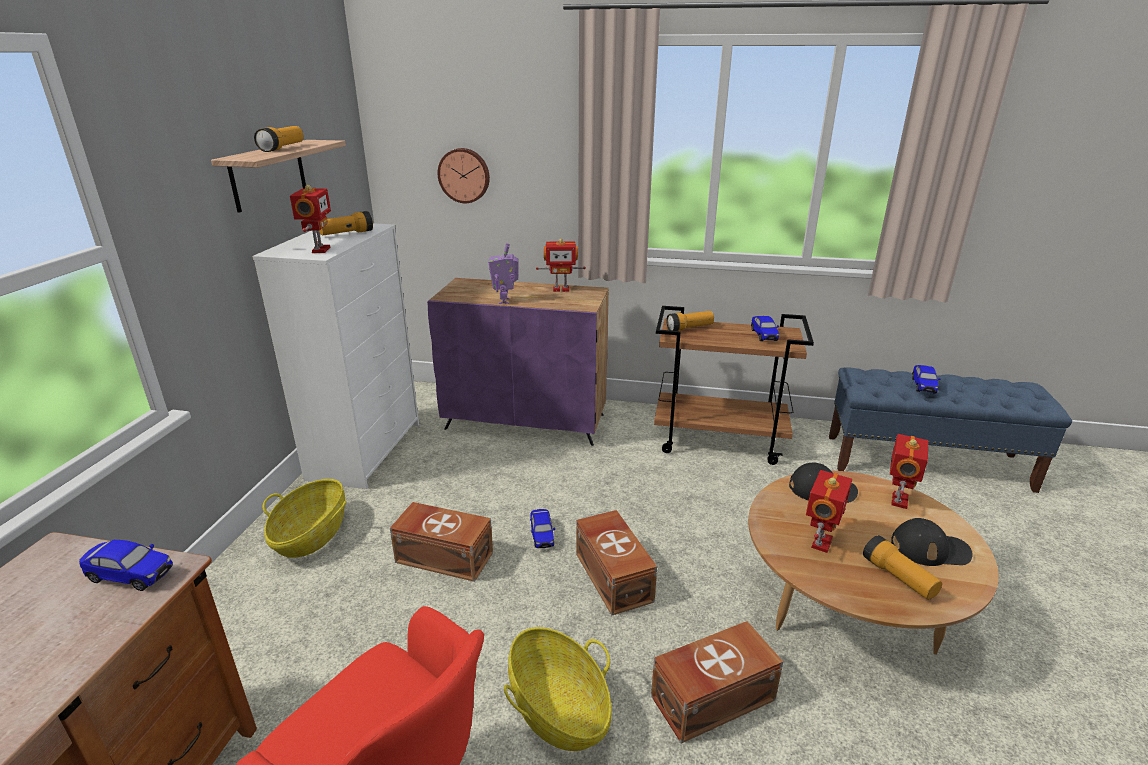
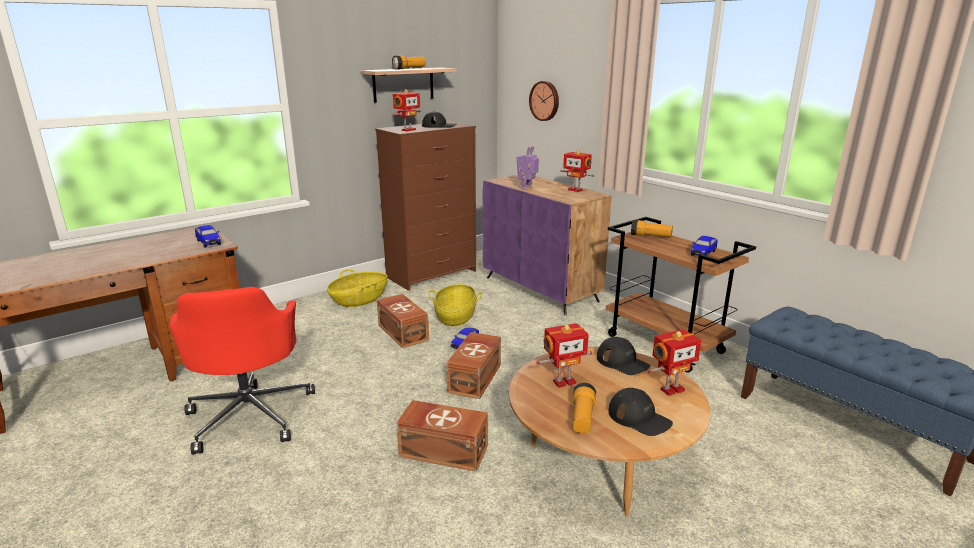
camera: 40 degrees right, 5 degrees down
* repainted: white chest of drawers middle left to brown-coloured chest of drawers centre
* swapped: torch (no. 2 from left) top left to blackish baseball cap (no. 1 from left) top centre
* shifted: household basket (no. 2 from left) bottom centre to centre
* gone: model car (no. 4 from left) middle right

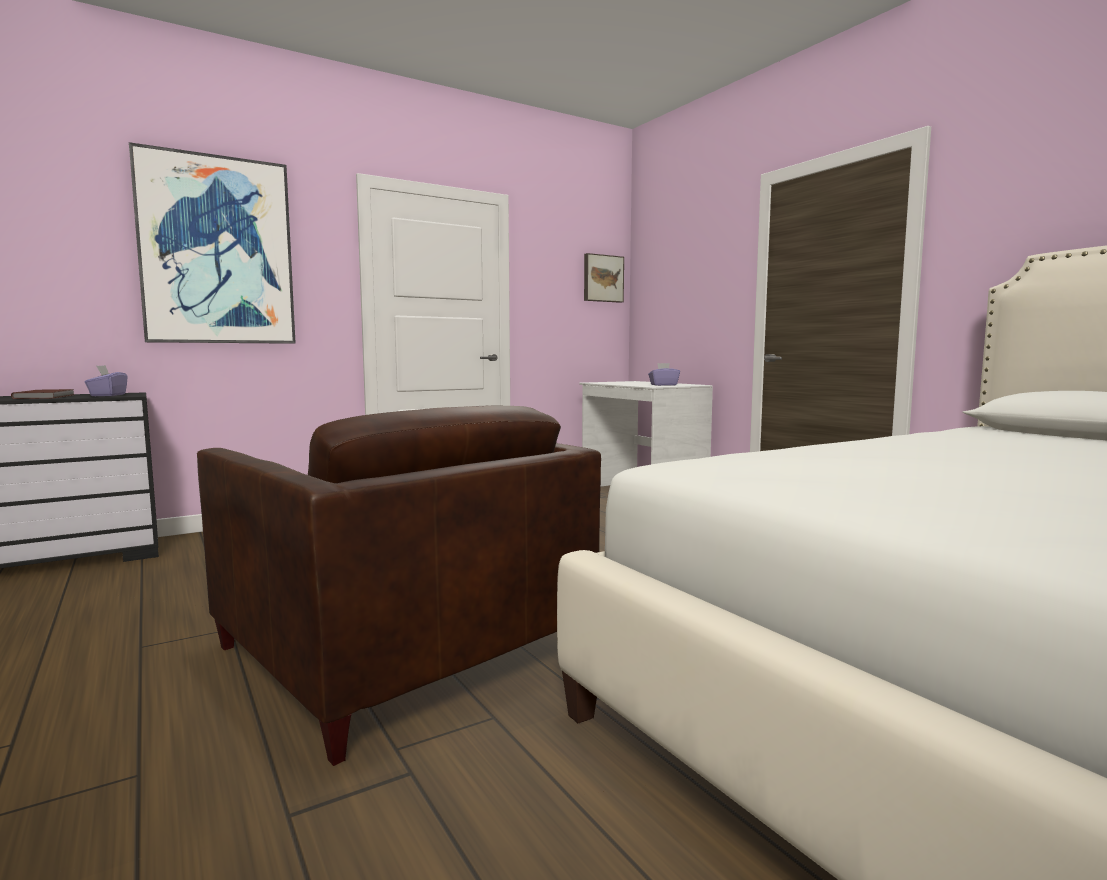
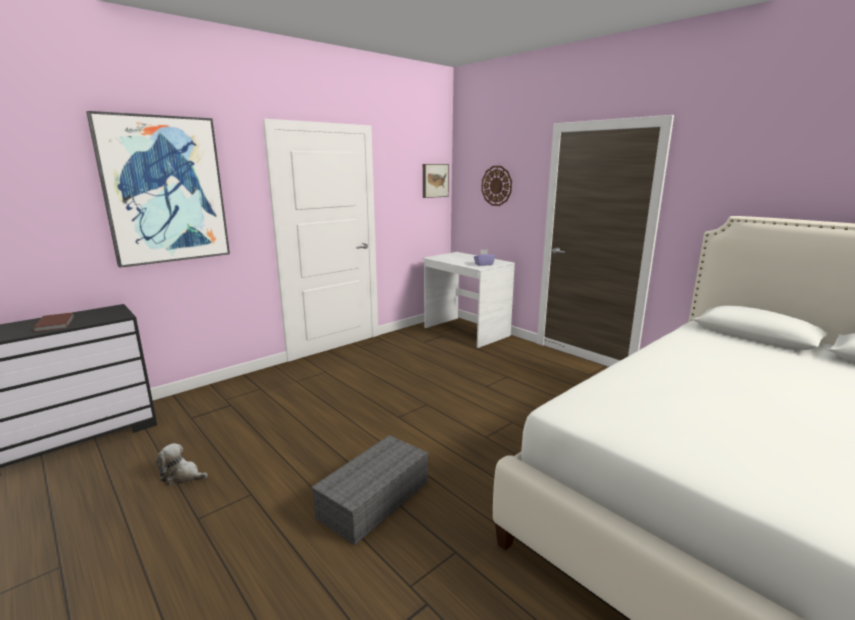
camera: 10 degrees left, 10 degrees up
* new: cuddly toy bottom left
* swapped: brown-coloured armchair centre to grey storage container bottom centre
* new: wall clock top centre
* gone: purple-coloured box of tissues (no. 1 from left) middle left

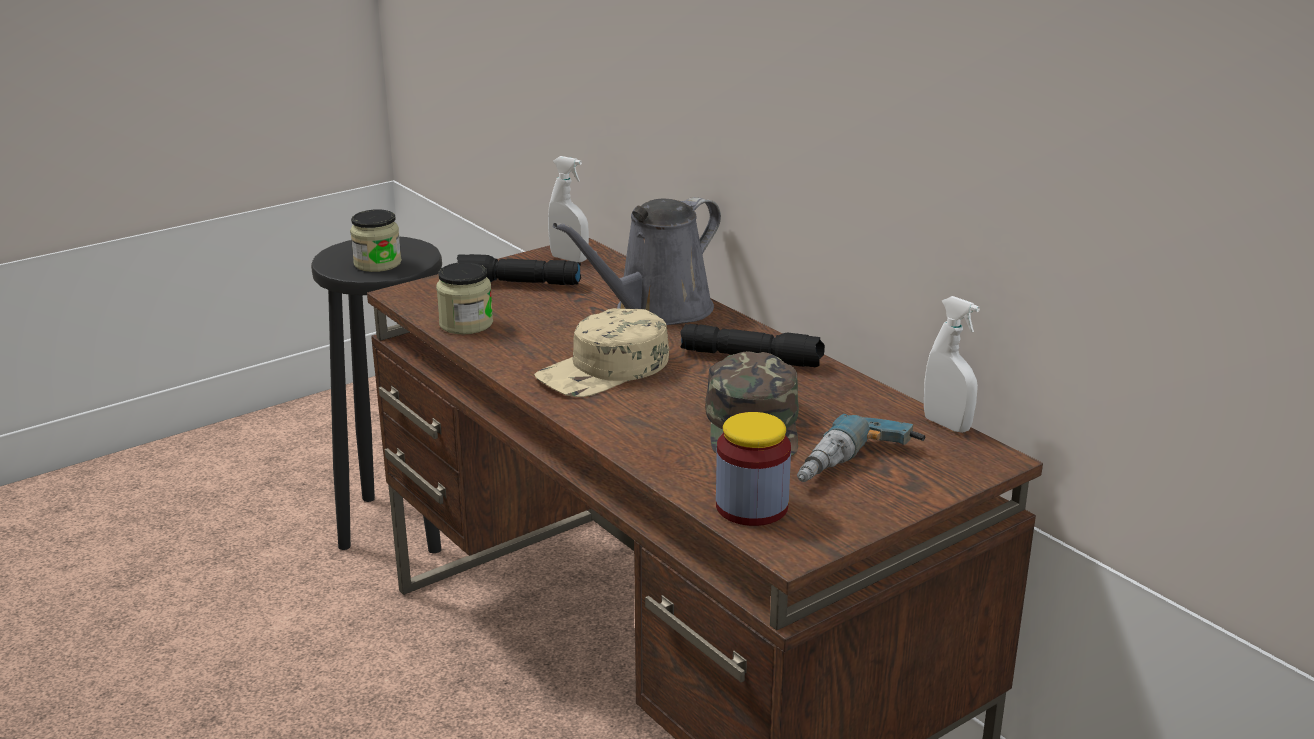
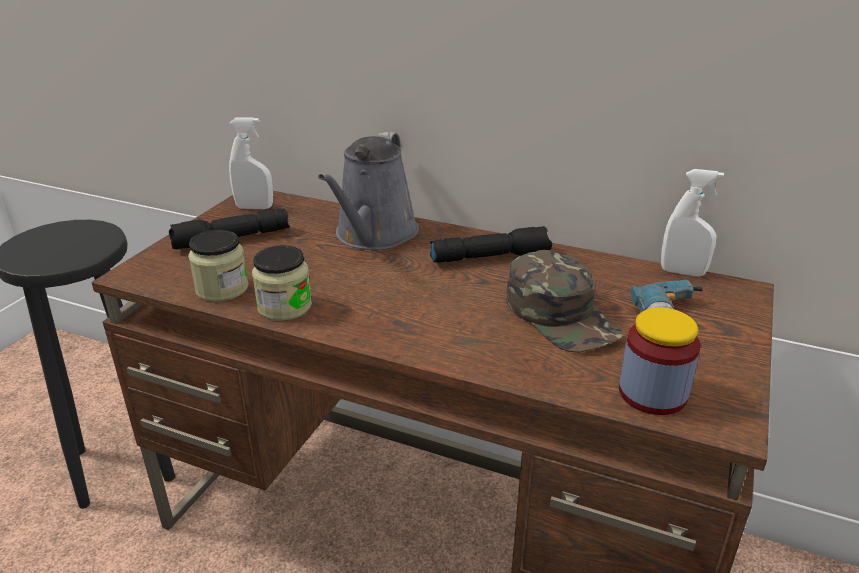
camera: 30 degrees left, 5 degrees up
* shifted: preserve jar (no. 1 from left in the first image) top left to preserve jar (no. 2 from left) middle left
* gone: sand-coloured baseball cap centre

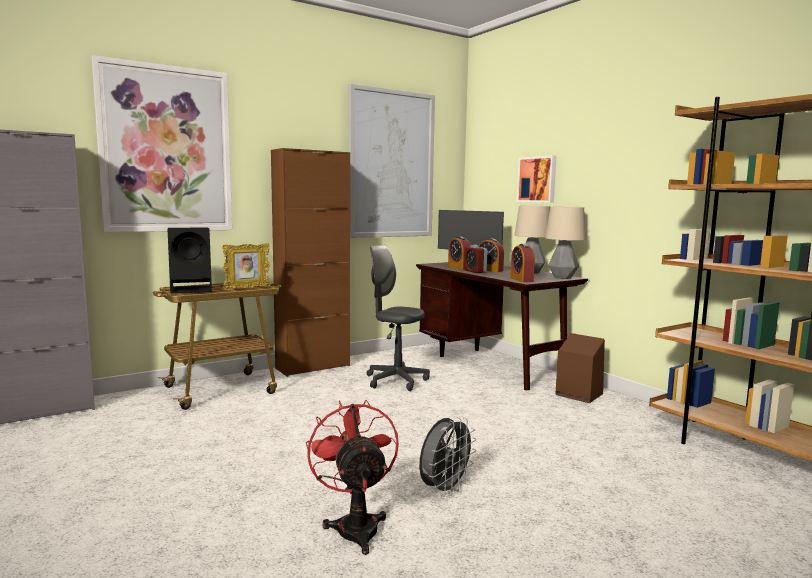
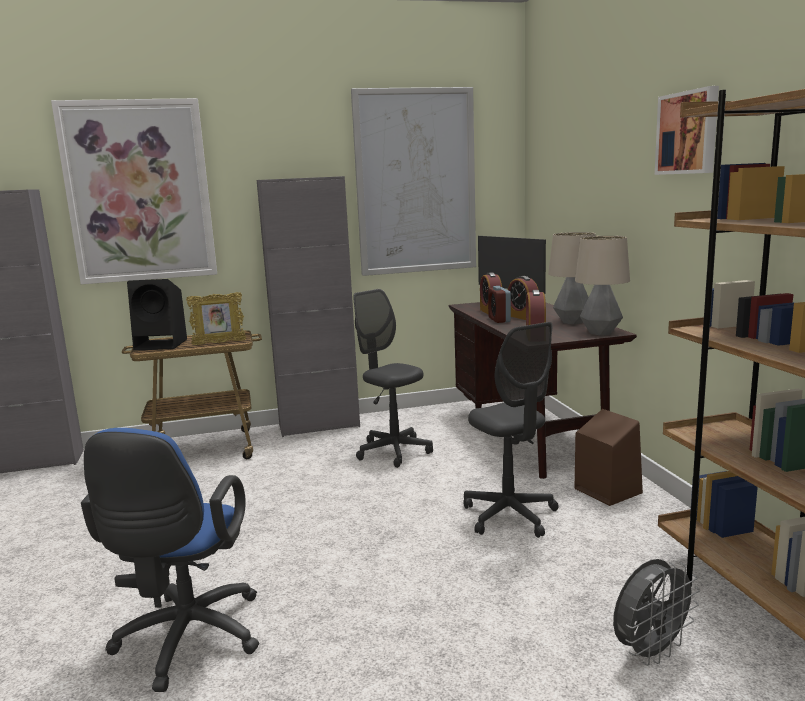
camera: 20 degrees right, 5 degrees up
* swapped: red fan bottom centre to blue office chair bottom left
* repainted: brown-coloured storage cabinet centre to grey storage cabinet (no. 2 from left) centre
* new: grey office chair (no. 2 from left) centre
* shifted: grey fan bottom centre to bottom right
* shifted: wall picture (no. 3 from left) top centre to top right

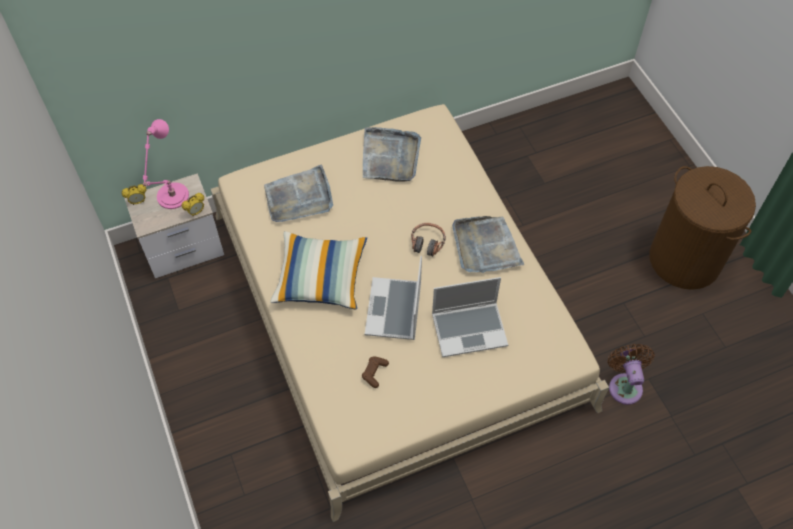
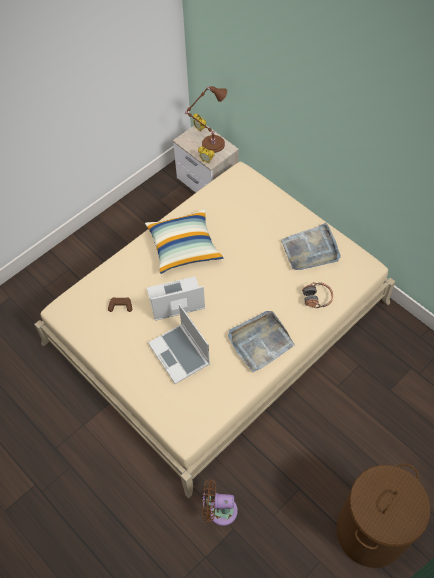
camera: 70 degrees right, 0 degrees up
* repainted: pink-coloured lamp for a table top left to brown-coloured lamp for a table top centre
* rotated: brown-coloured fan bottom right = bottom centre 150 degrees counterclockwise
* shifted: pair of headphones centre to middle right
* gone: grey tray (no. 1 from left) centre

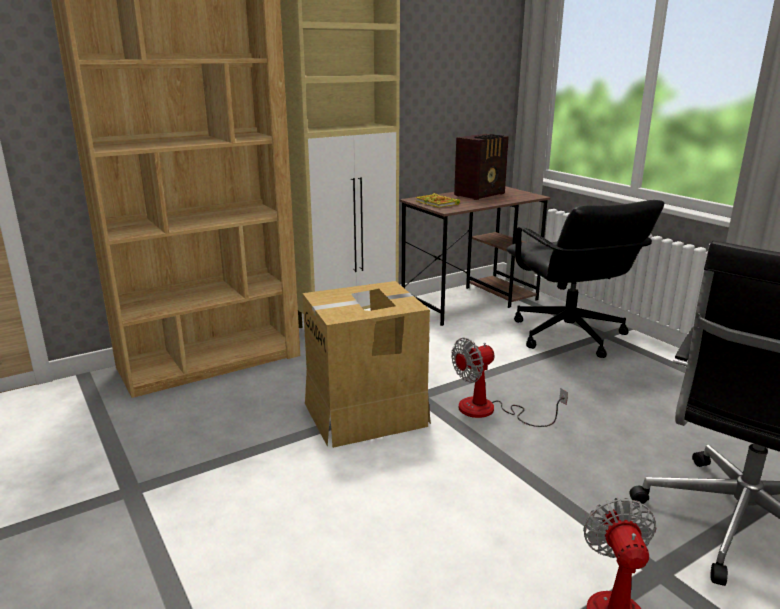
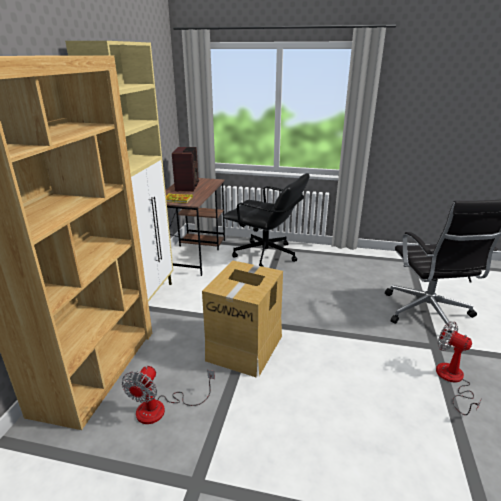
camera: 45 degrees left, 5 degrees up
* shifted: fan (no. 1 from left) centre to bottom centre

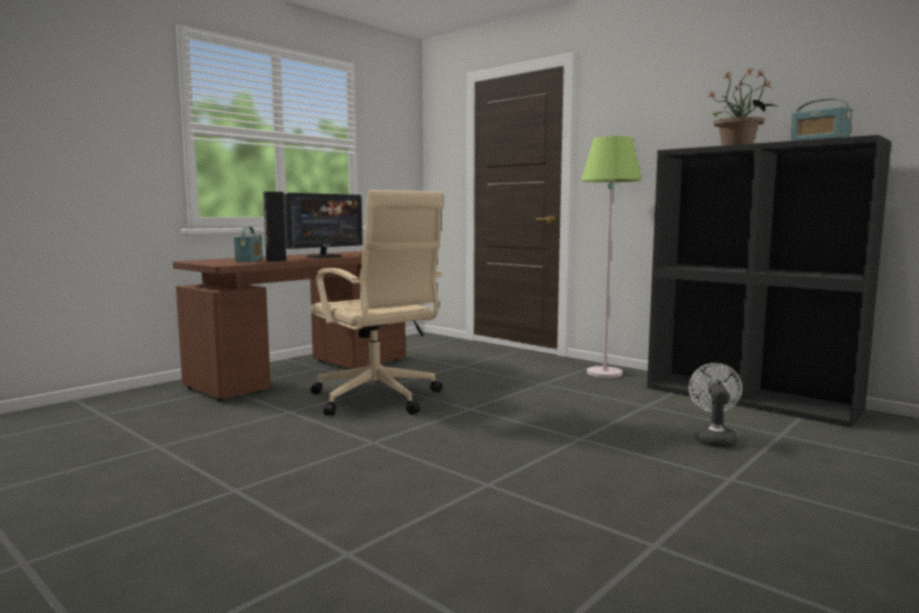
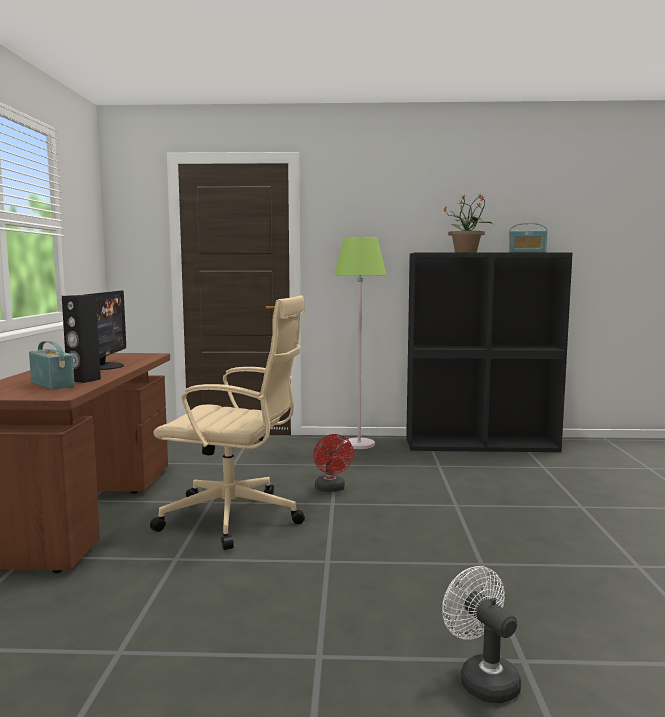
camera: 40 degrees left, 0 degrees up
* new: red fan centre
* shifted: white fan middle right to bottom right

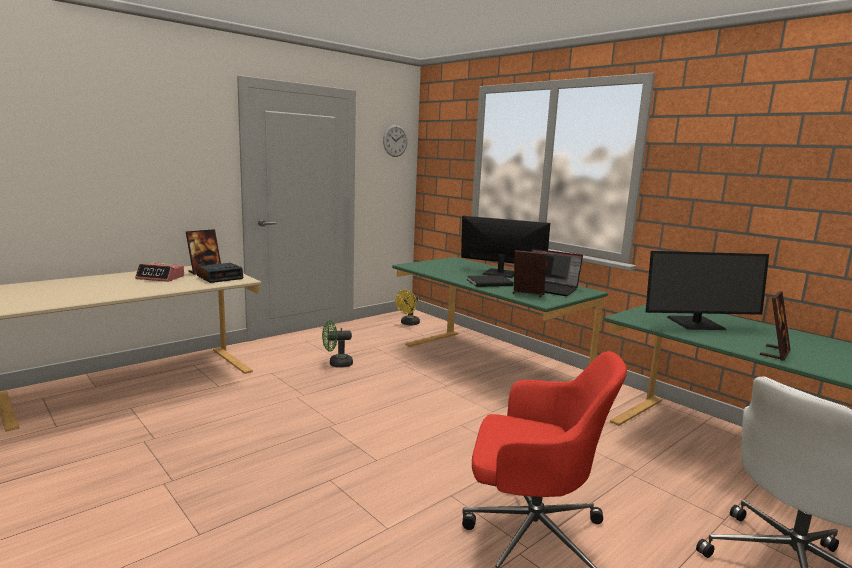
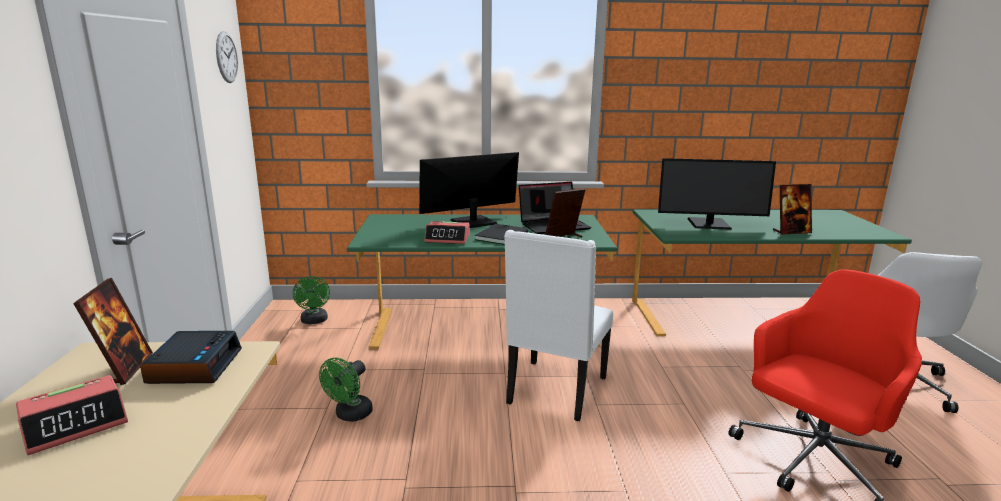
camera: 50 degrees left, 5 degrees up
* repainted: yellow fan centre to greenish fan (no. 1 from left) middle left
* new: bedside clock (no. 3 from left) centre
* new: white chair centre
* rotated: monitor (no. 2 from left) middle right = middle right 60 degrees clockwise
* rotated: photo frame (no. 3 from left) middle right = middle right 90 degrees clockwise

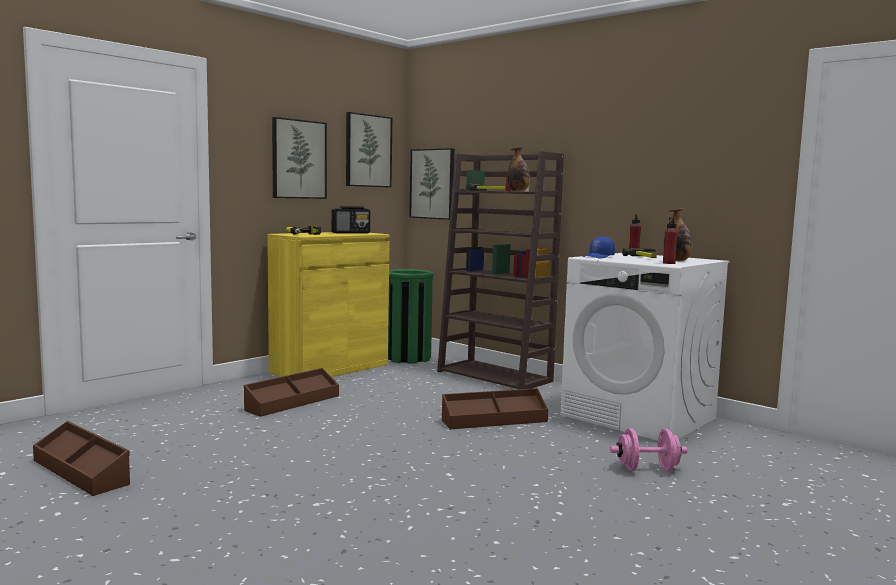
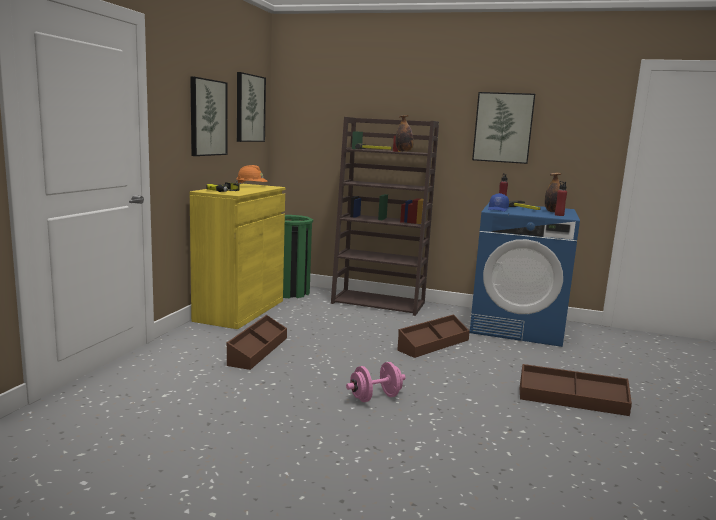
camera: 25 degrees left, 5 degrees up
* swapped: radio receiver centre to orangey work helmet centre
* shifted: pink-coloured free weight bottom right to bottom centre
* repainted: white laundry machine middle right to blue laundry machine middle right
* shifted: wall picture (no. 3 from left) top centre to top right
* shifted: brown-coloured storage container (no. 1 from left in the first image) bottom left to brown-coloured storage container (no. 3 from left) bottom right

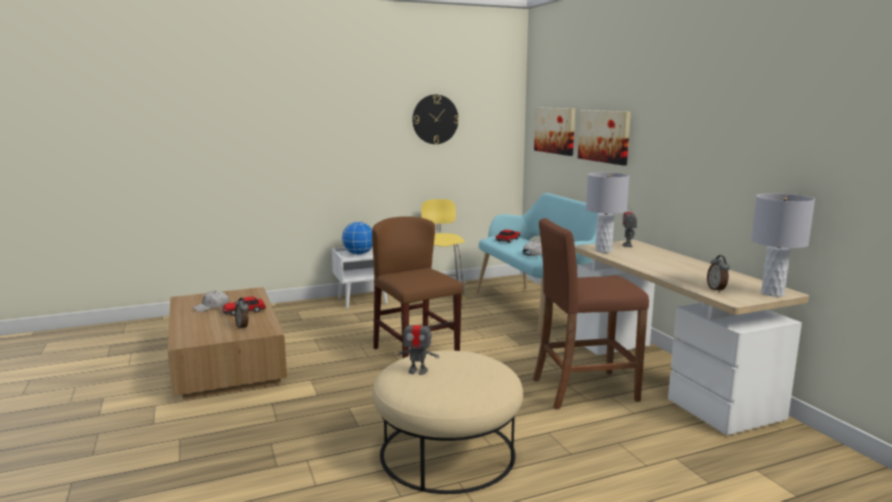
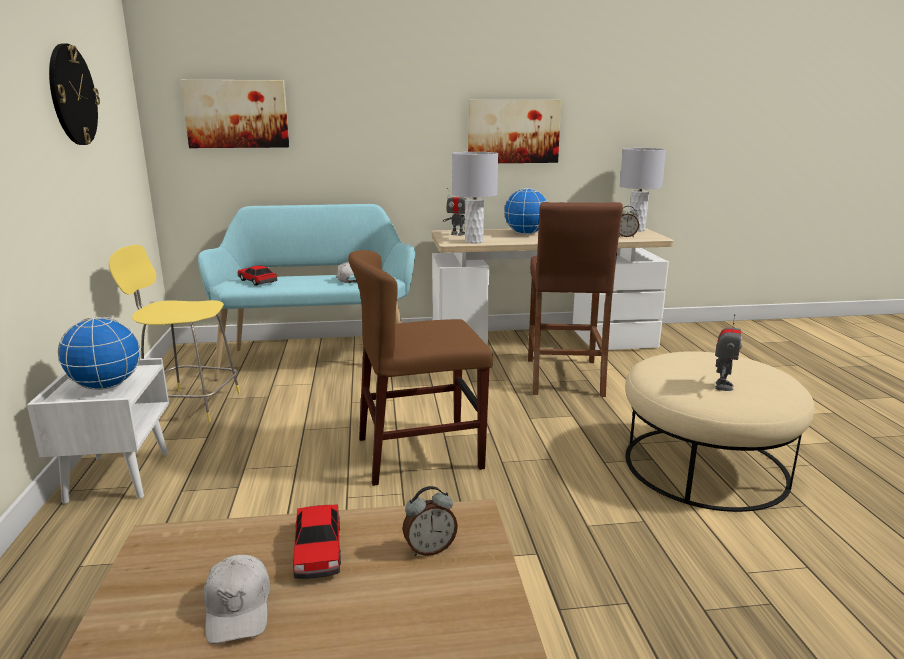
camera: 75 degrees left, 5 degrees up
* shifted: wall picture (no. 2 from left) top right to top centre
* new: desk globe (no. 2 from left) top centre

